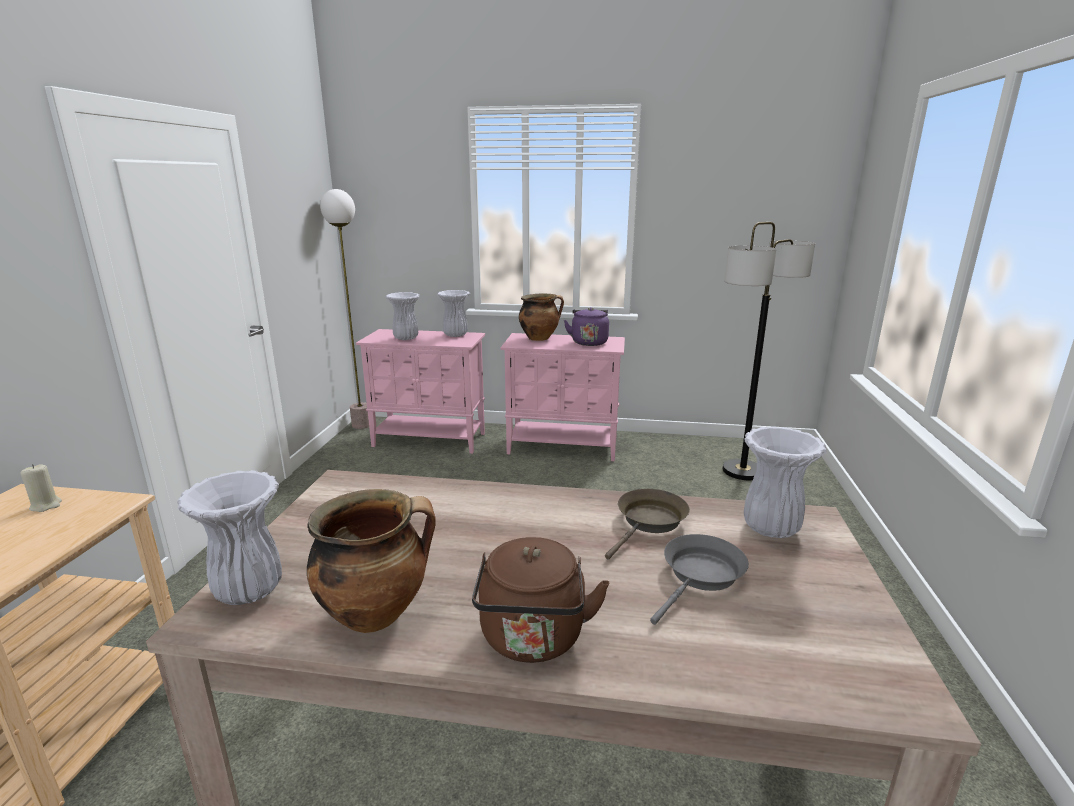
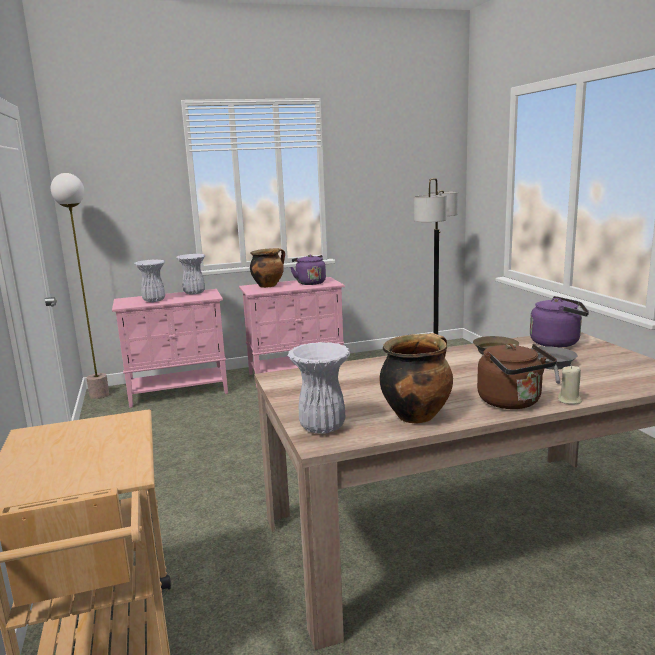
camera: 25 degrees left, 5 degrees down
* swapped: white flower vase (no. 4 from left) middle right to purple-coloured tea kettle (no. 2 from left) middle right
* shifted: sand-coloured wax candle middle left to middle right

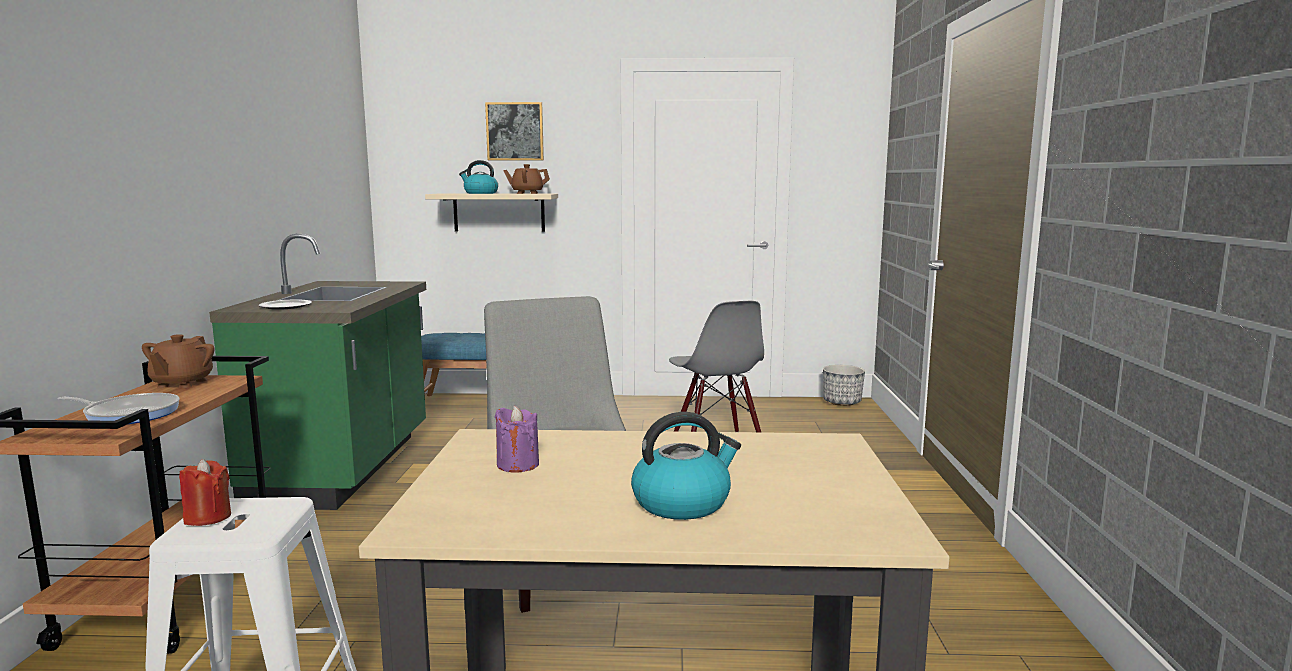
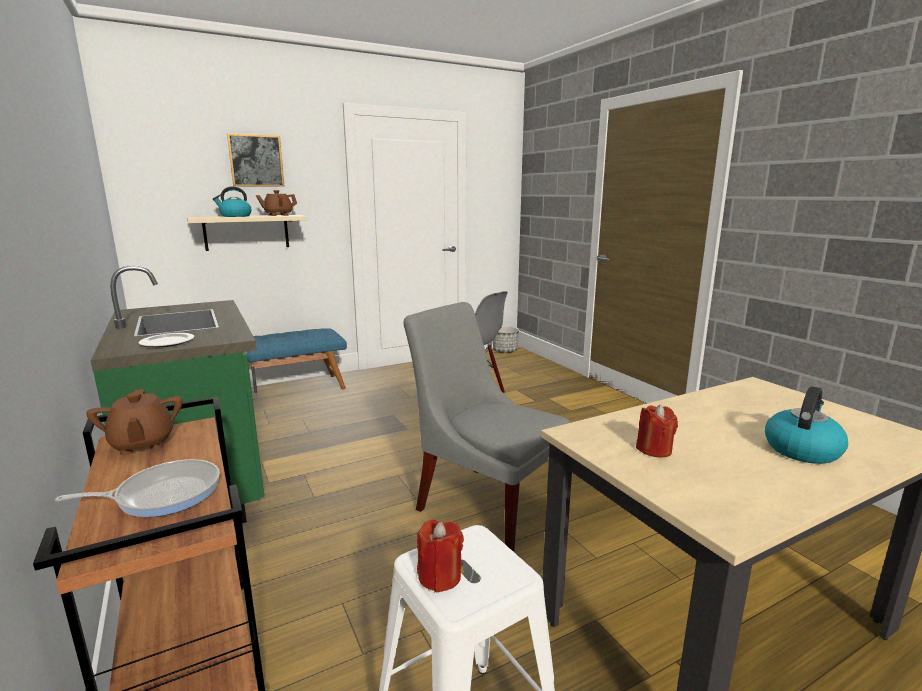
camera: 30 degrees left, 5 degrees up
* repainted: purple-coloured wax candle centre to red wax candle (no. 2 from left) middle right

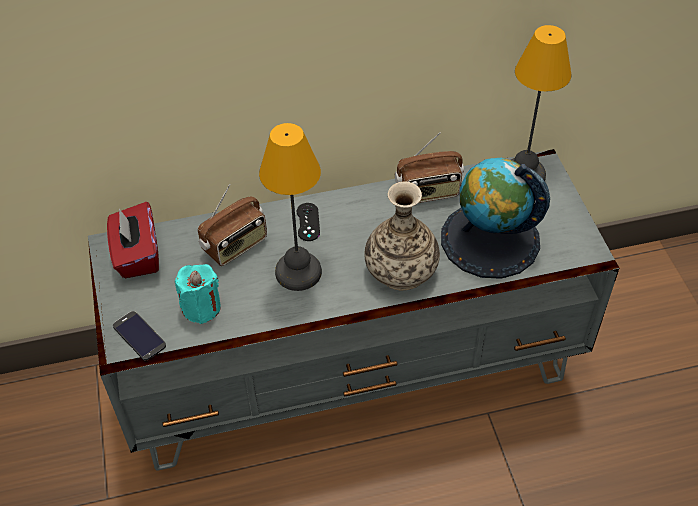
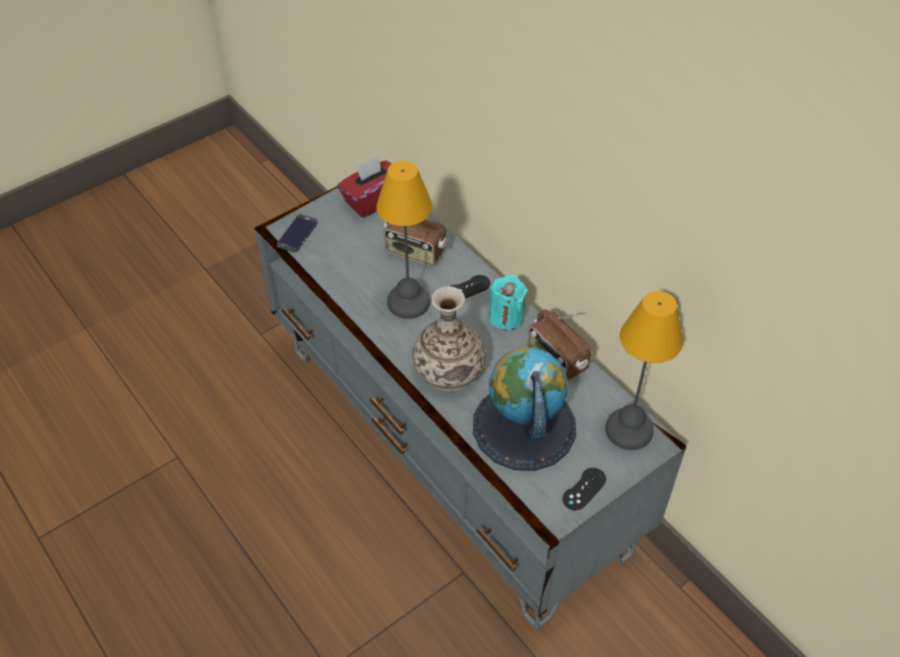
camera: 65 degrees right, 0 degrees up
* shifted: turquoise-coloured wax candle middle left to centre
* new: blackish joypad (no. 2 from left) bottom centre

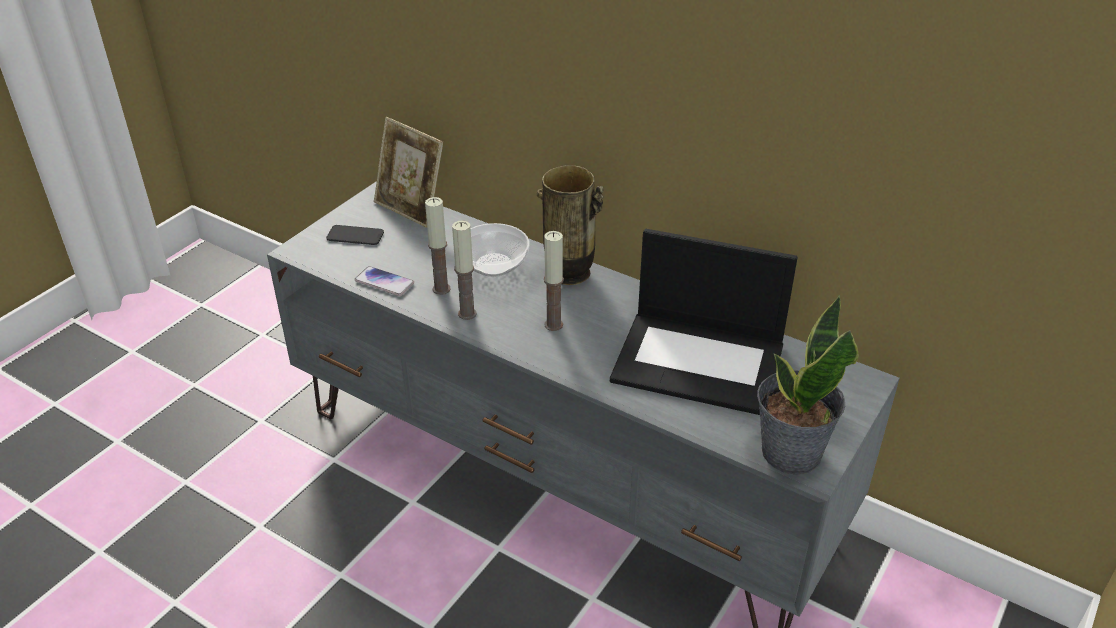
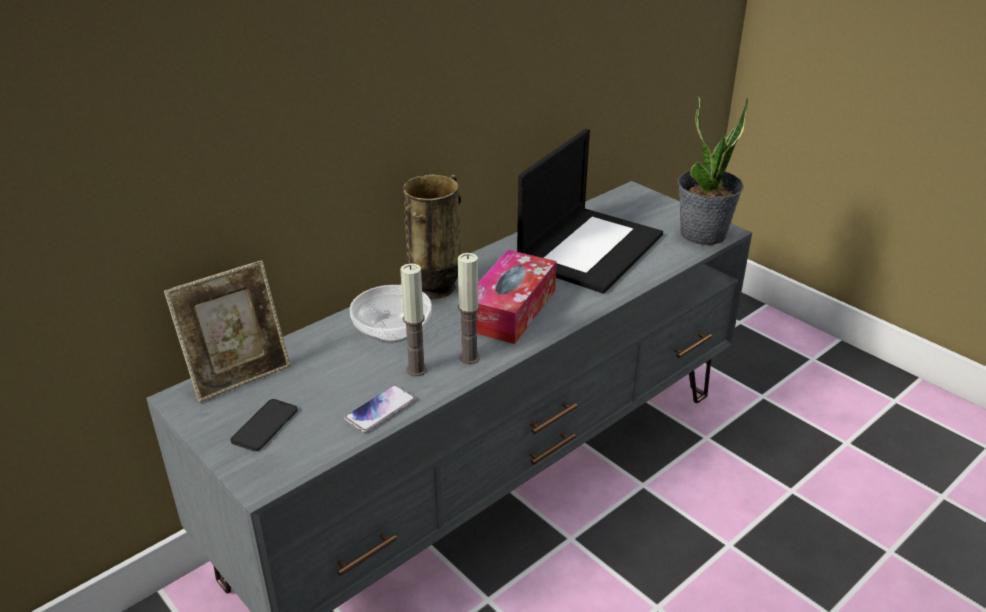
camera: 75 degrees left, 5 degrees down
* swapped: wax candle (no. 3 from left) centre to box of tissues centre

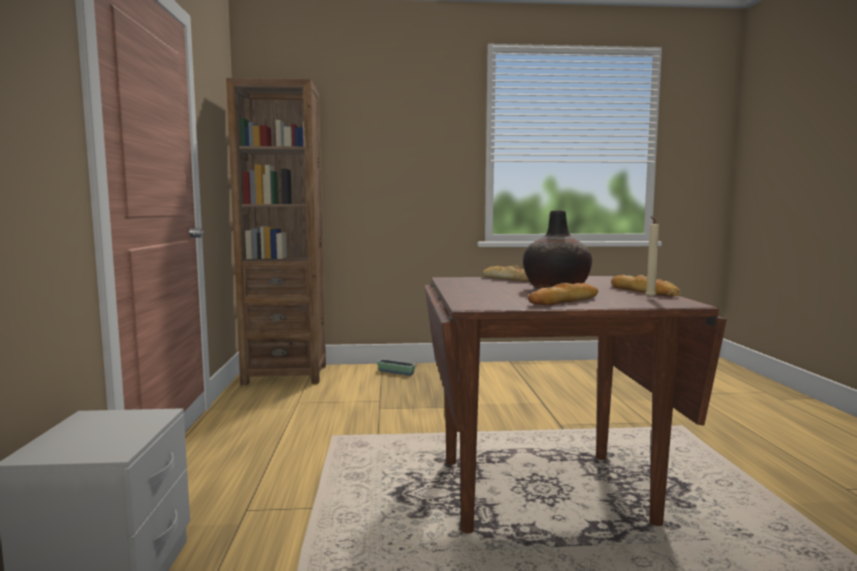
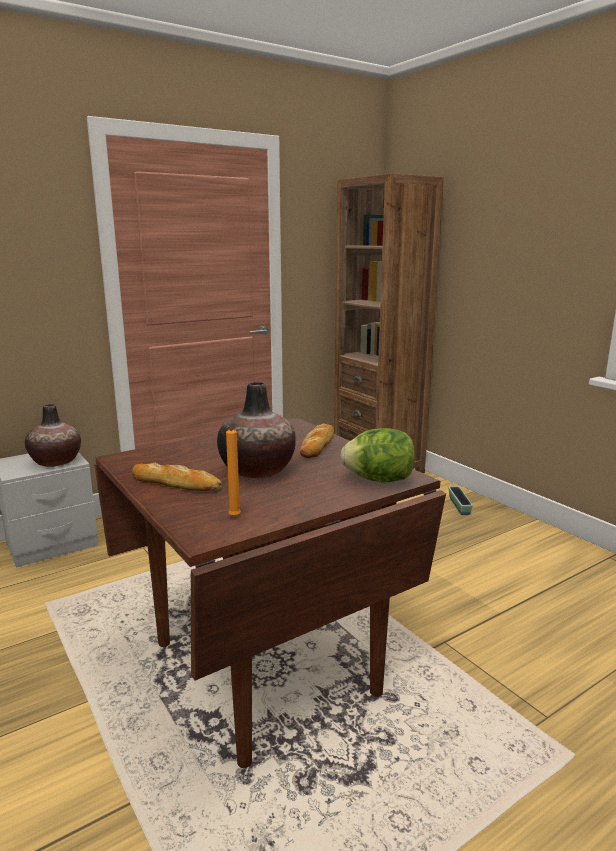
camera: 60 degrees right, 10 degrees up
* new: flower vase (no. 1 from left) middle left
* repainted: sand-coloured wax candle middle right to orangey wax candle centre
* new: lettuce centre
* gone: bakery bread (no. 3 from left) middle right

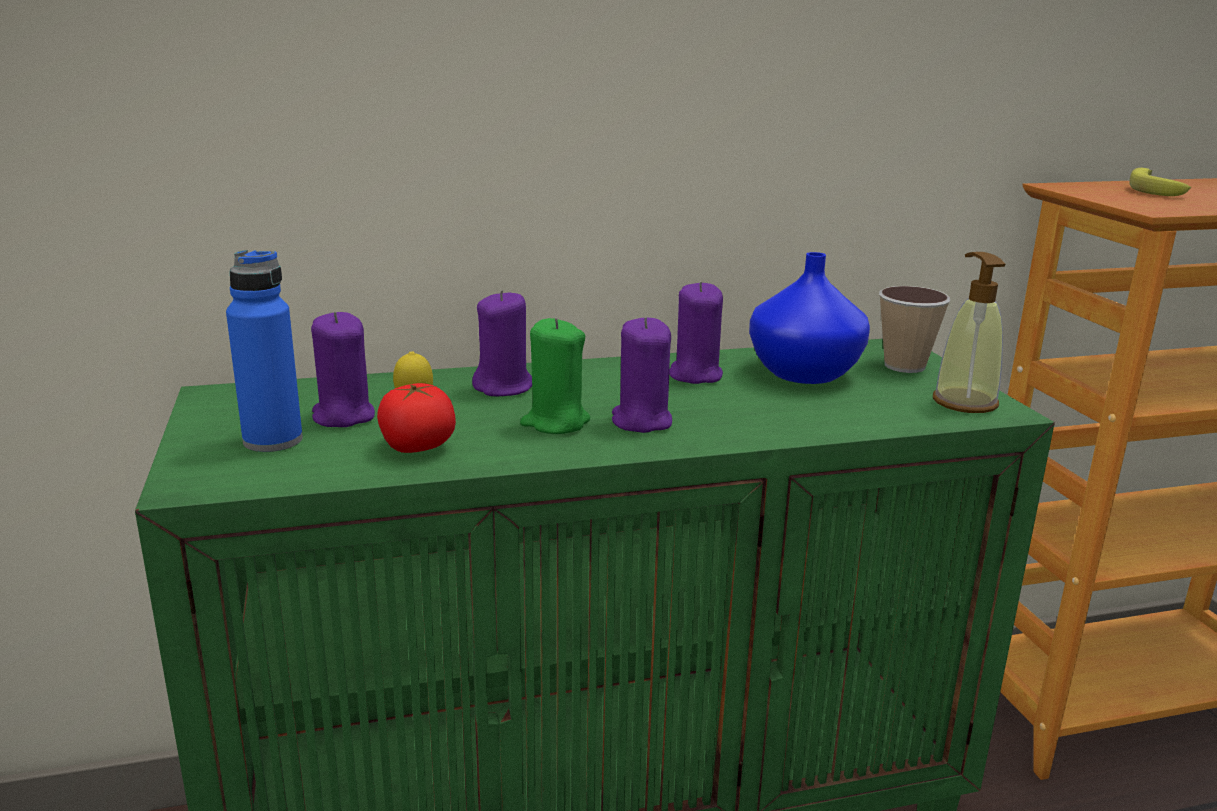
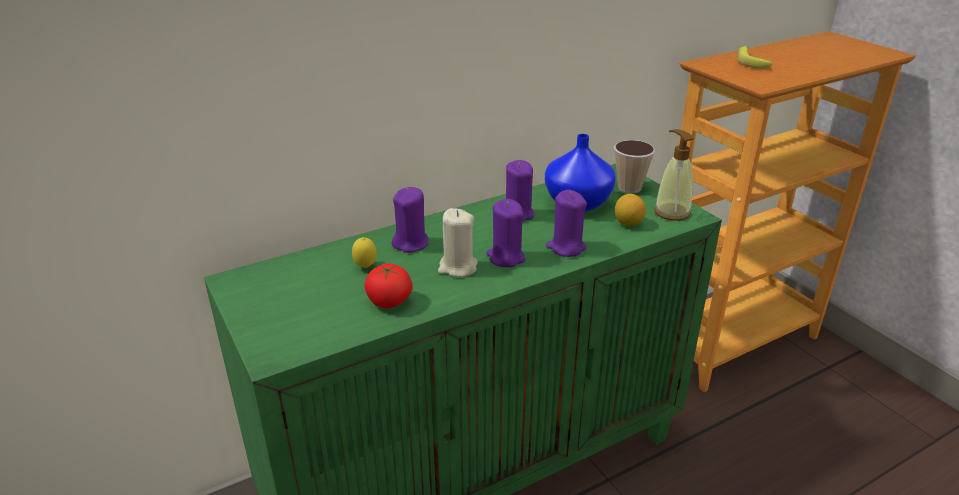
camera: 15 degrees left, 10 degrees up
* repainted: greenish wax candle centre to sand-coloured wax candle centre
* shifted: purple-coloured wax candle (no. 1 from left in the first image) middle left to purple-coloured wax candle (no. 4 from left) centre
* new: lemon (no. 2 from left) centre
* gone: blue drink bottle middle left

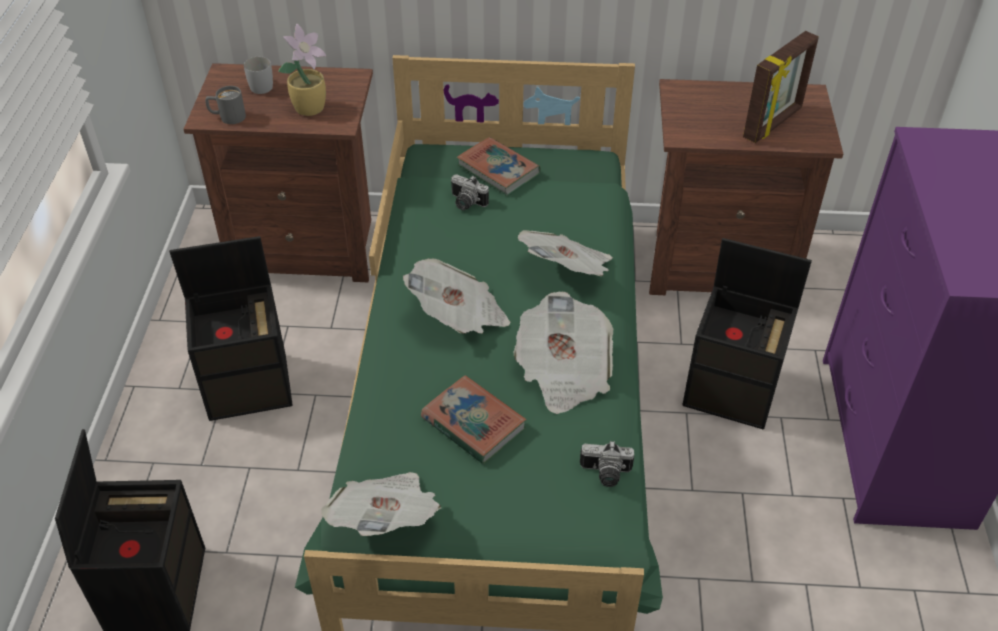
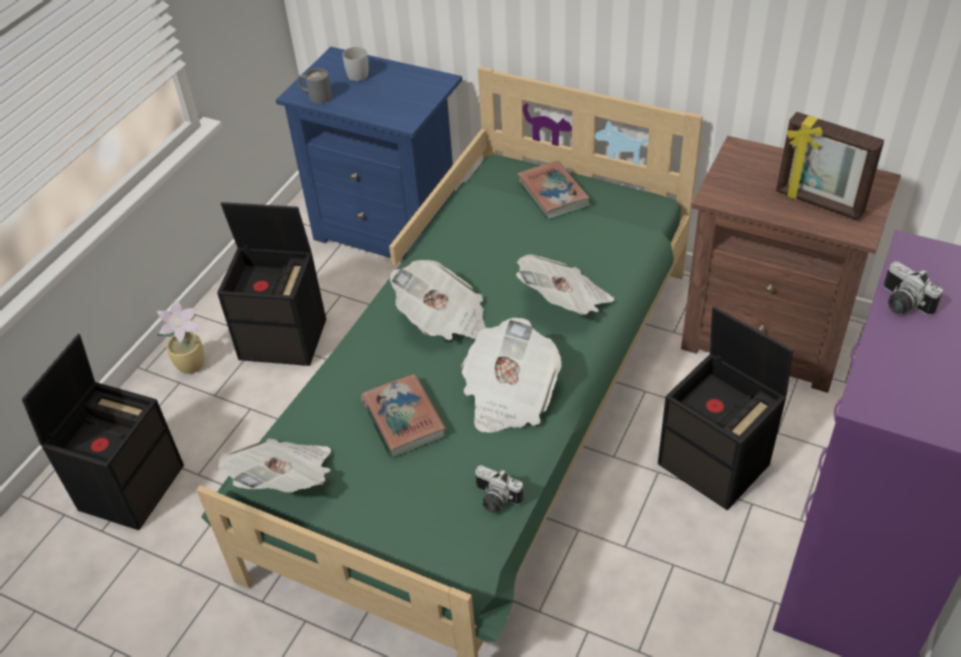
camera: 25 degrees right, 0 degrees up
* shifted: potted plant top left to middle left
* repainted: brown-coloured night table (no. 1 from left) top left to blue night table top centre
* rotated: photo frame top right = top right 60 degrees clockwise
* shifted: still camera (no. 1 from left in the first image) top centre to still camera (no. 2 from left) middle right

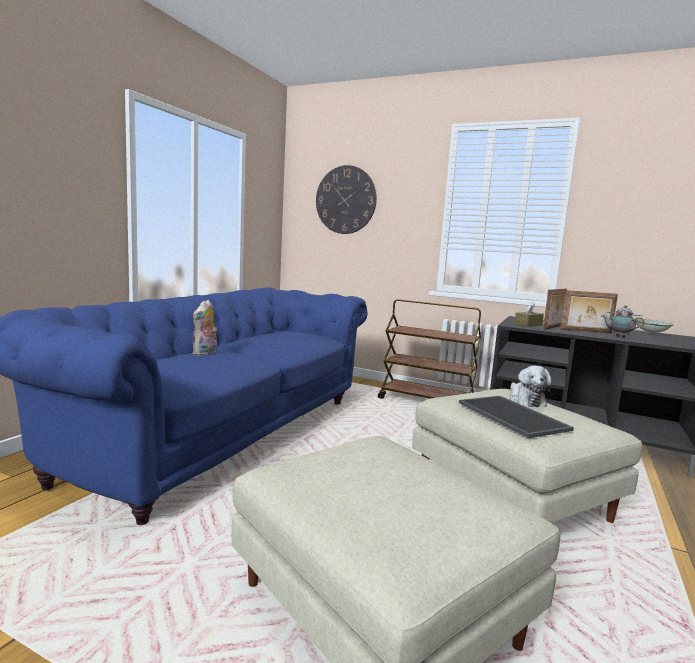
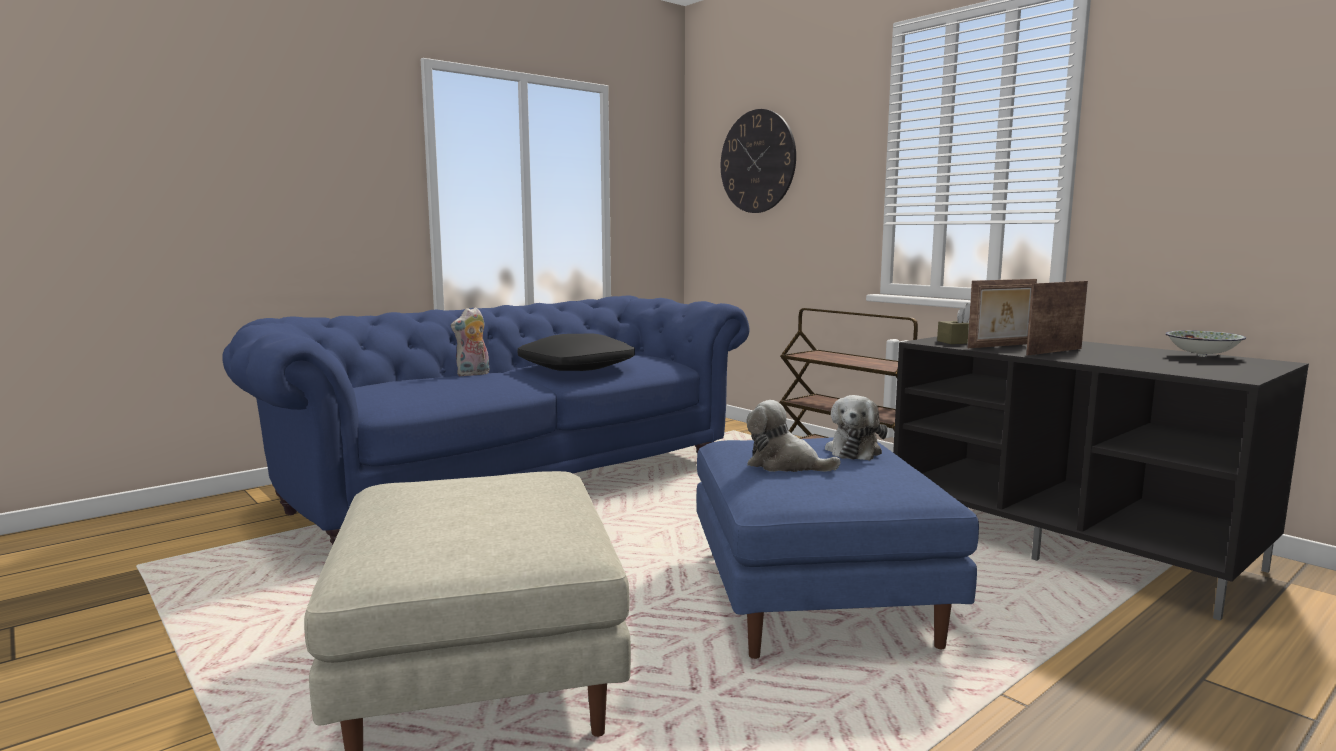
camera: 25 degrees right, 0 degrees up
* new: blackish pillow centre
* repainted: sand-coloured footrest (no. 2 from left) bottom right to blue footrest bottom centre
* swapped: tray middle right to cuddly toy (no. 2 from left) centre
* rotated: photo frame (no. 2 from left) middle right = middle right 120 degrees clockwise
* gone: pot for tea middle right

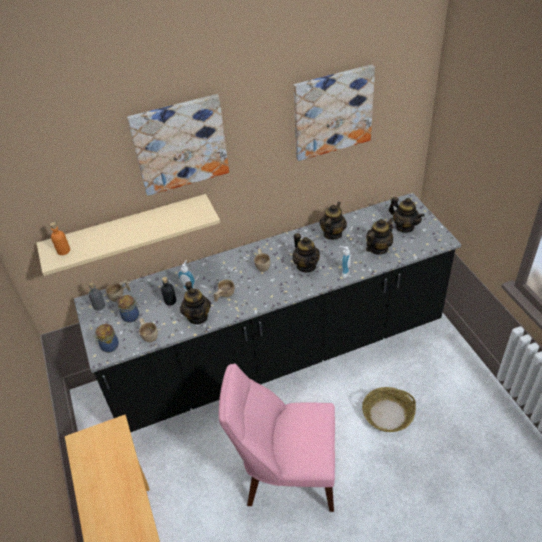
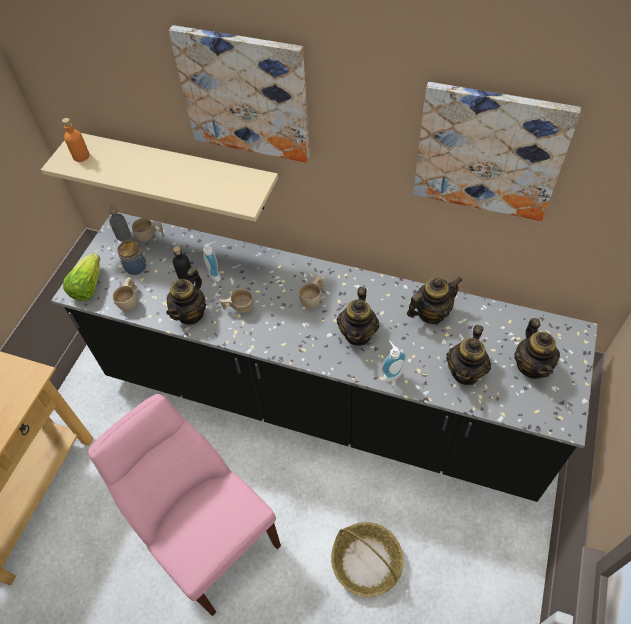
camera: 40 degrees right, 10 degrees up
* swapped: preserve jar (no. 1 from left) middle left to lettuce middle left
* rotated: pot for tea (no. 4 from left) middle right = middle right 120 degrees clockwise

